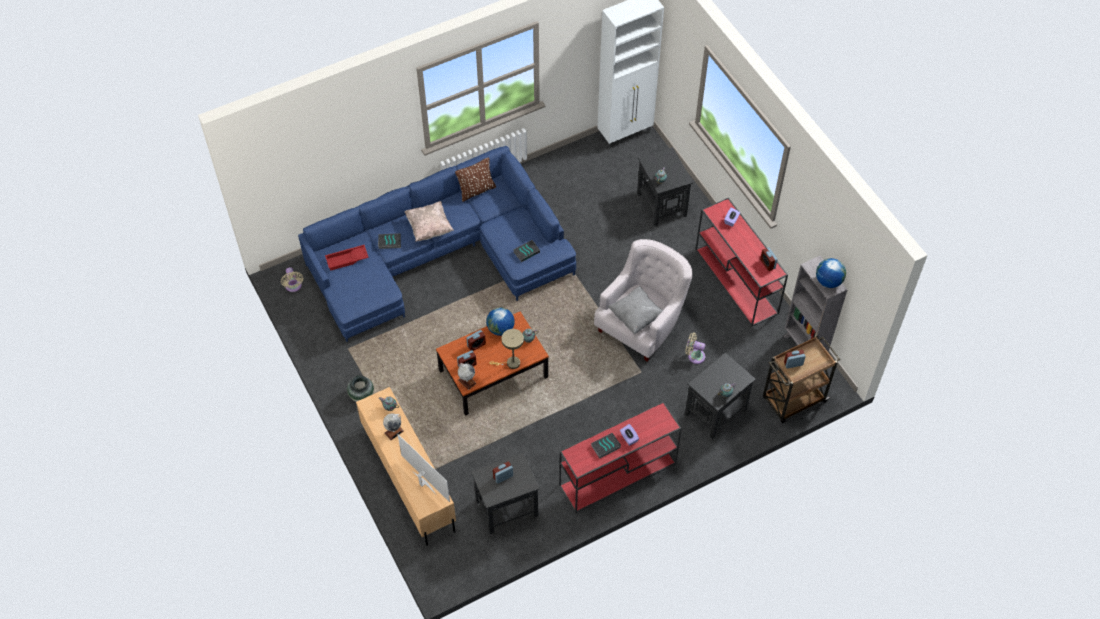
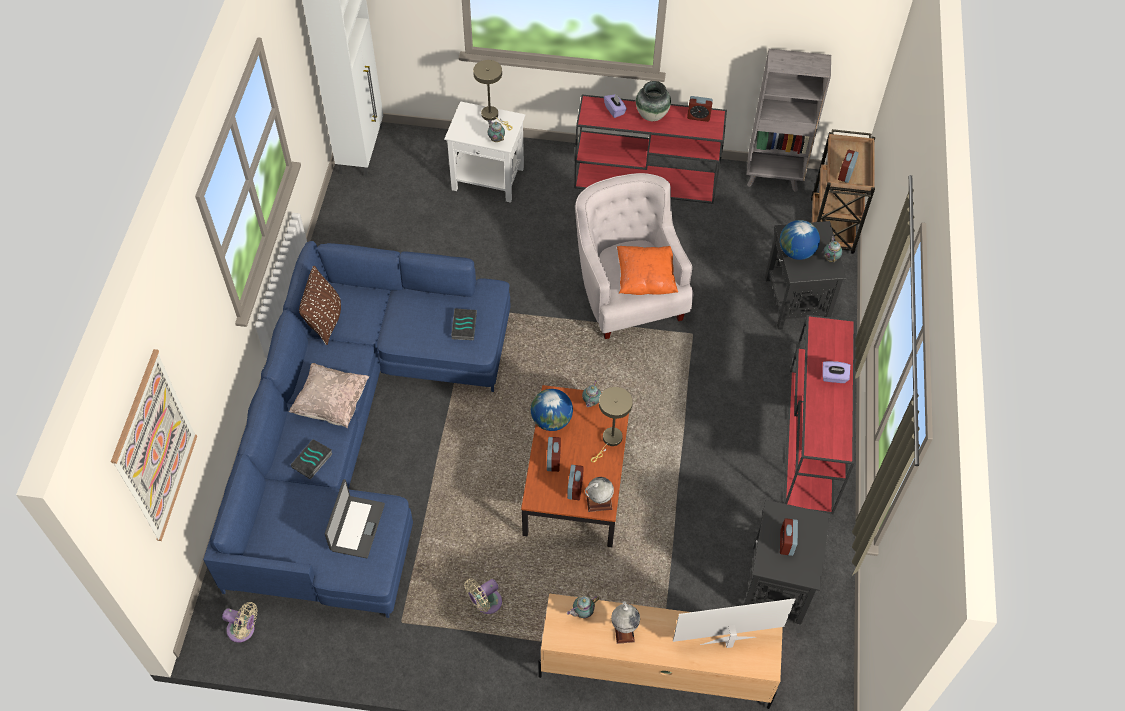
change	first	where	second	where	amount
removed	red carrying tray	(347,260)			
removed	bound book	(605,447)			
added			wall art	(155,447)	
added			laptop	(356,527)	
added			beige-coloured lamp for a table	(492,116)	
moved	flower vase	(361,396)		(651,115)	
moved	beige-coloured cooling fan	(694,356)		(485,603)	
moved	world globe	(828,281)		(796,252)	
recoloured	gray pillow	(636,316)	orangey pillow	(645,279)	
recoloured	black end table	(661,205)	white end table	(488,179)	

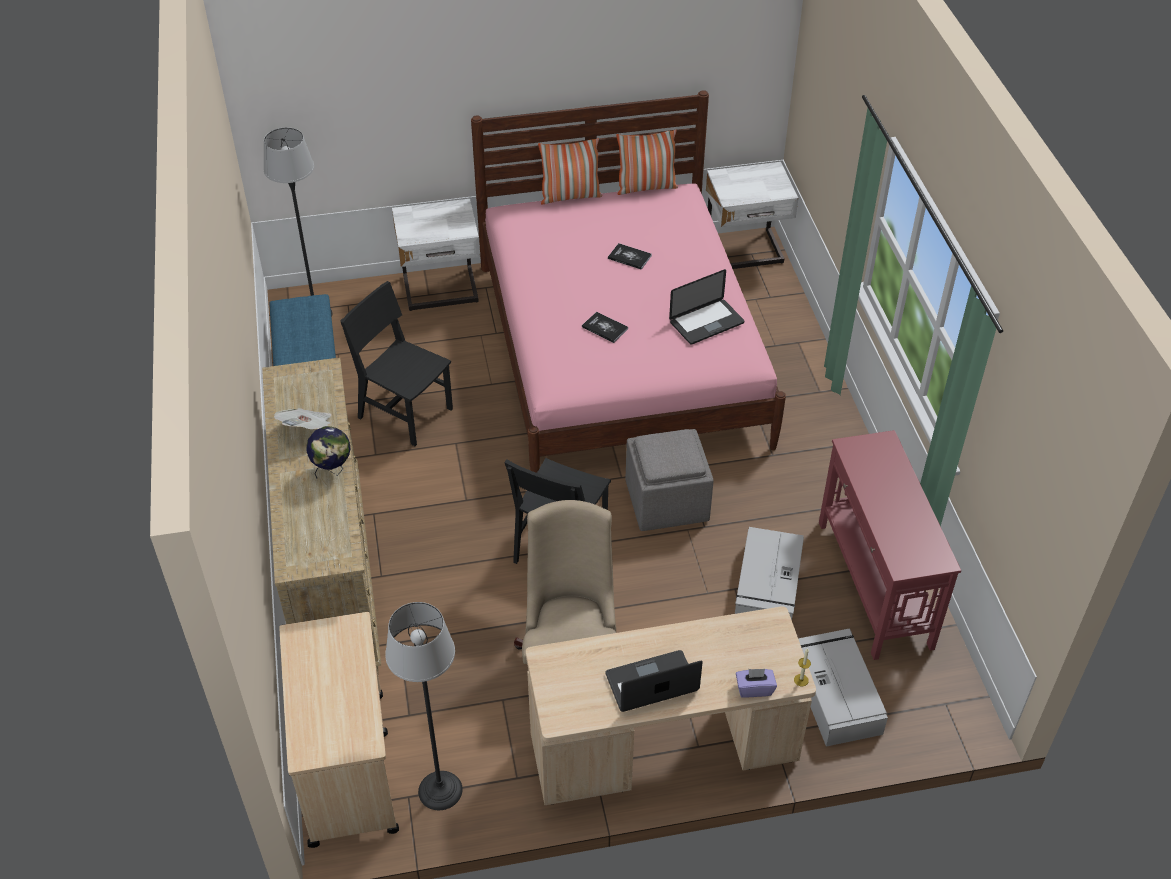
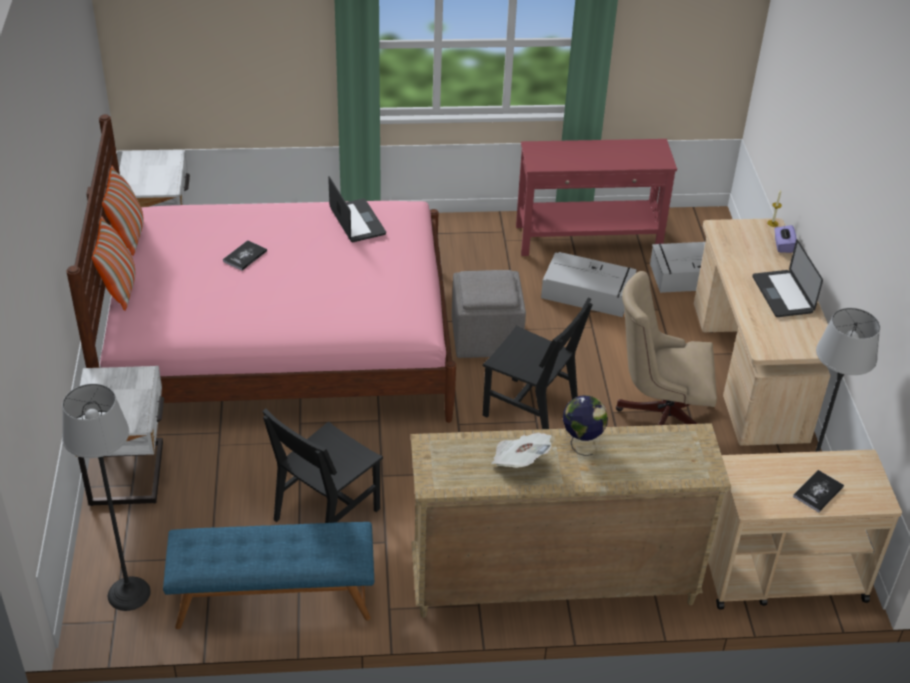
change	first	where	second	where	amount
moved	bound book	(605,328)		(818,492)	

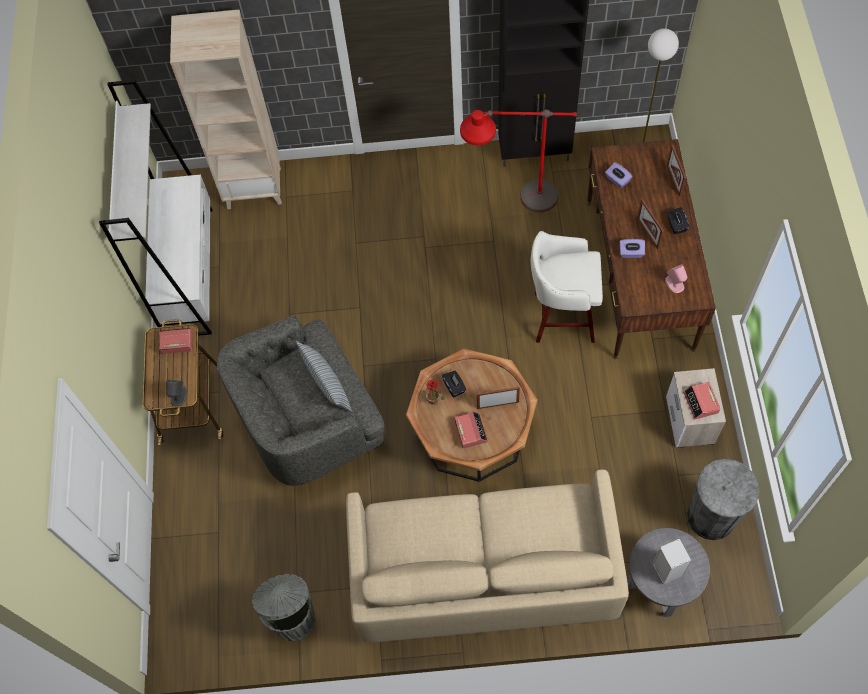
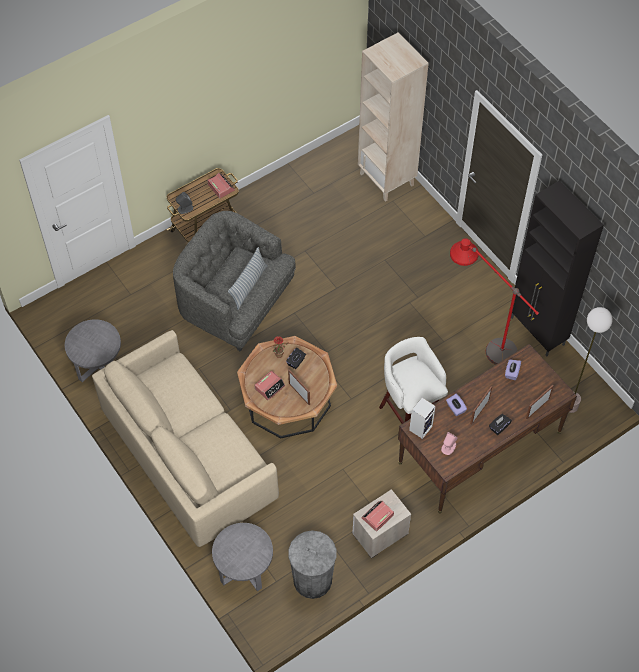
change	first	where	second	where	amount
removed	white bookcase	(189,271)			
moved	loudspeaker	(666,568)		(421,427)	
replaced	gray trash can	(293,618)	gray end table	(98,364)	

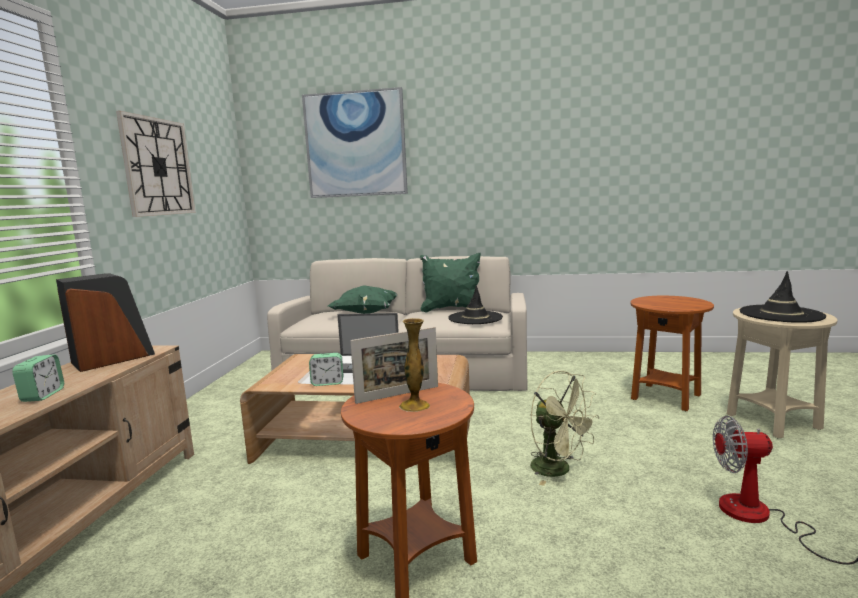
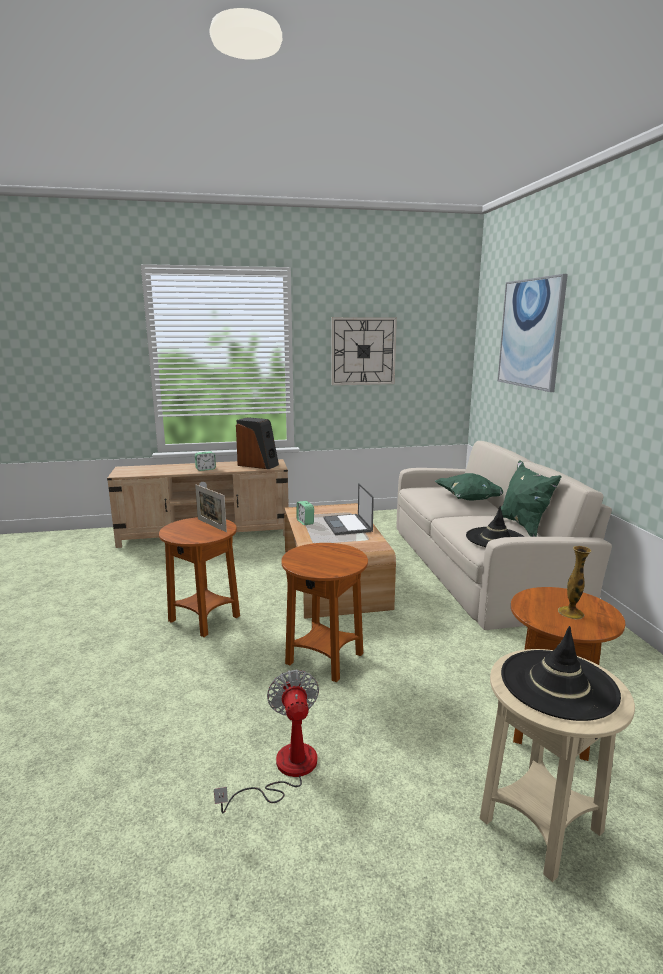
change	first	where	second	where	amount
moved	flower vase	(414,406)		(570,613)	
replaced	green cooling fan	(559,470)	brown end table	(325,659)	

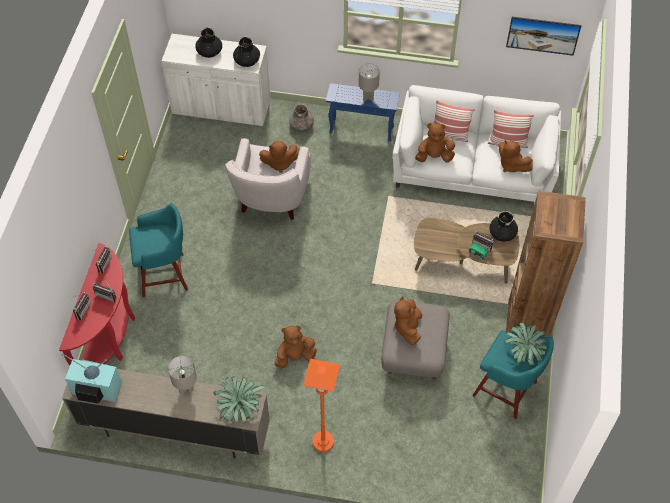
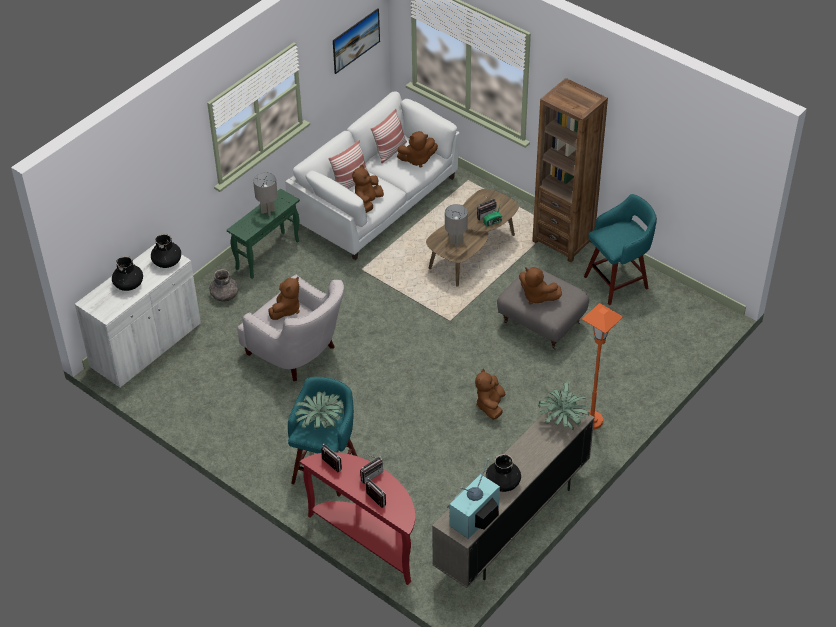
change	first	where	second	where	amount
moved	gray lamp for a table	(187,389)		(456,242)	
moved	black flower vase	(502,233)		(503,482)	
moved	plant in a pot	(525,352)		(320,423)	
recoloured	blue end table	(361,130)	green end table	(267,255)	

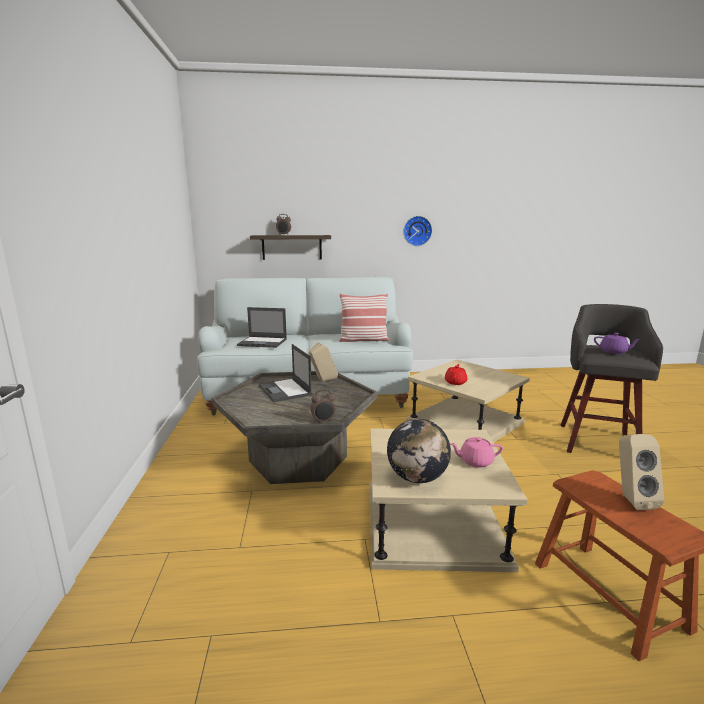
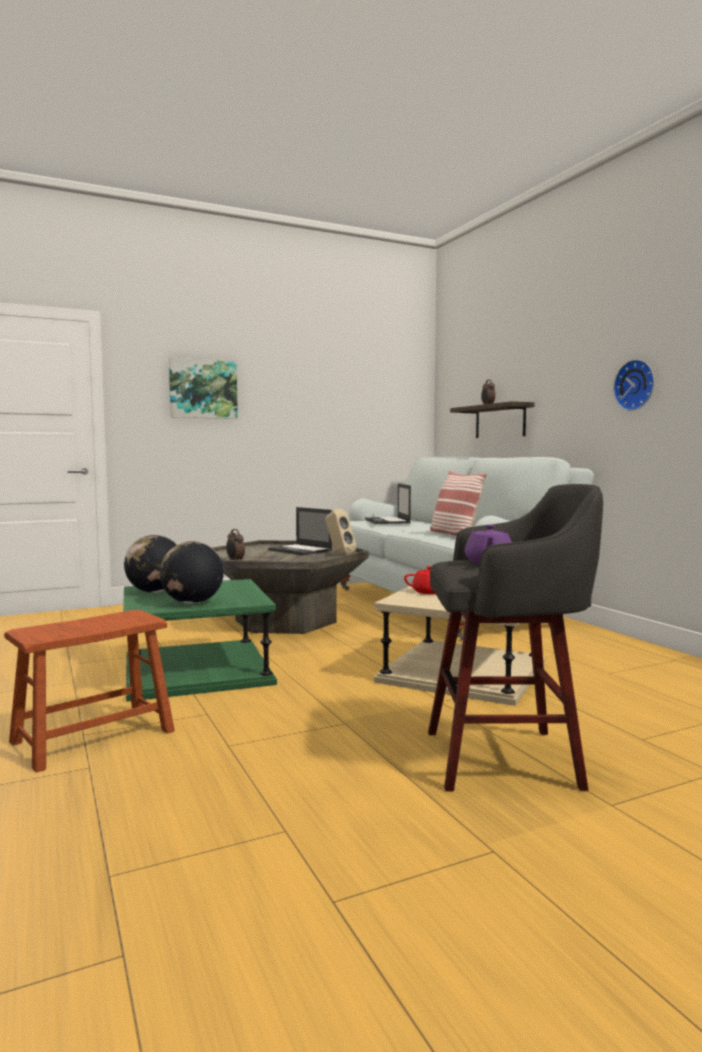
change	first	where	second	where	amount
removed	beige-coloured loudspeaker	(630,500)			
added			wall art	(203,389)	
replaced	pink-coloured teapot	(475,461)	world globe	(192,602)	
recoloured	beige-coloured end table	(433,523)	green end table	(196,670)	
turned	laptop	(285,390)		(301,550)	90 degrees counterclockwise

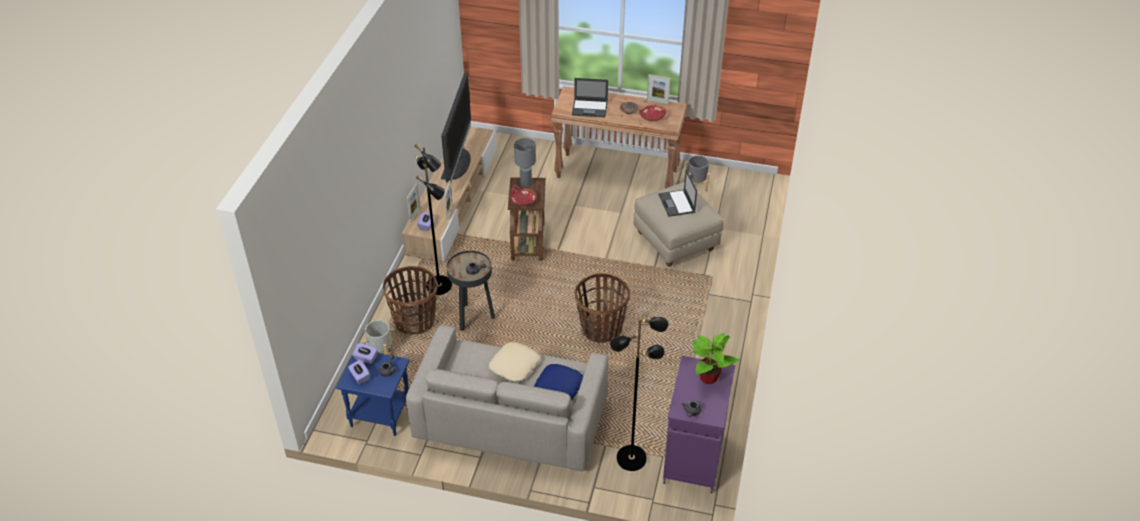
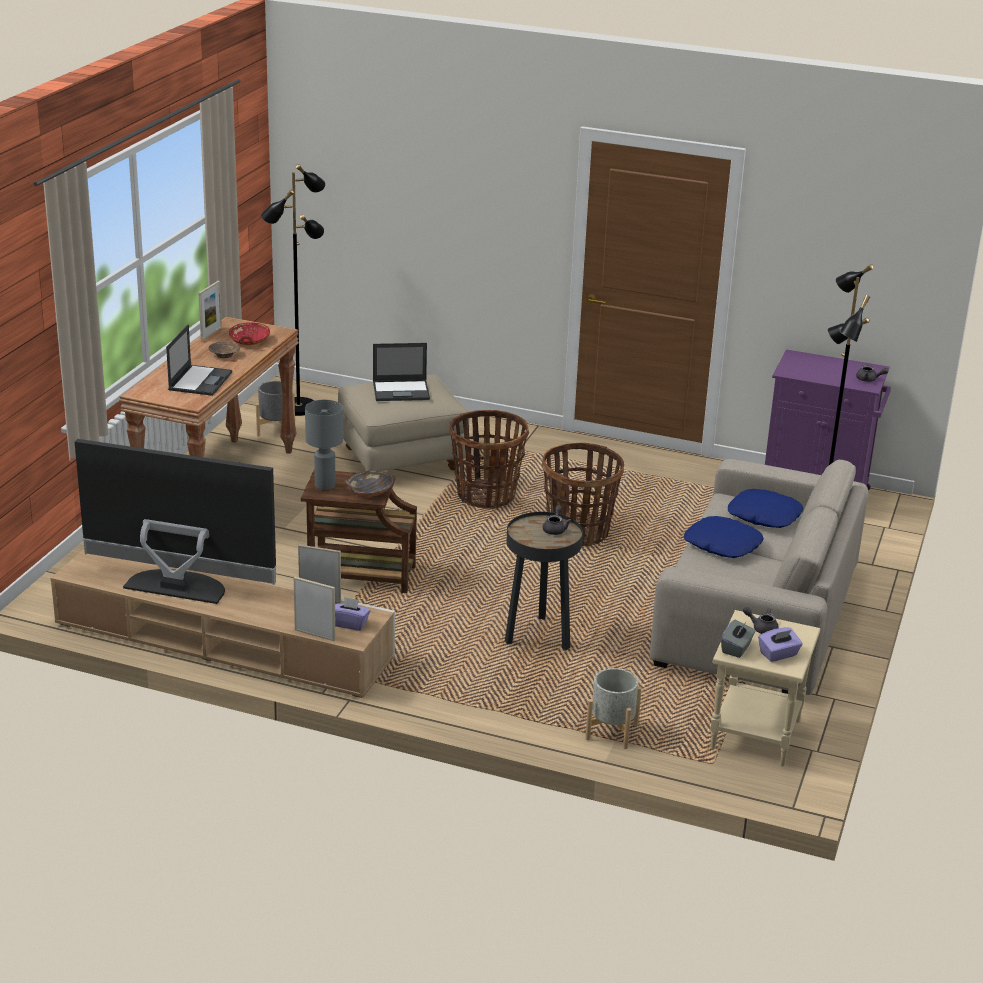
change	first	where	second	where	amount
removed	plant in a pot	(708,377)			
moved	basket	(415,321)		(486,495)	
moved	black standing lamp	(440,286)		(298,407)	
recoloured	blue end table	(379,415)	beige-coloured end table	(756,736)	
recoloured	purplish tissue box	(365,358)	gray tissue box	(736,648)	
recoloured	beige-coloured pillow	(514,365)	blue pillow	(722,545)	
recoloured	red serving bowl	(522,200)	gray serving bowl	(368,491)	

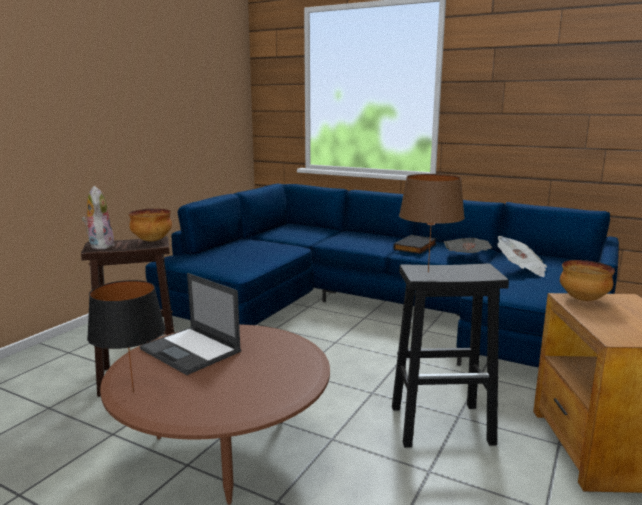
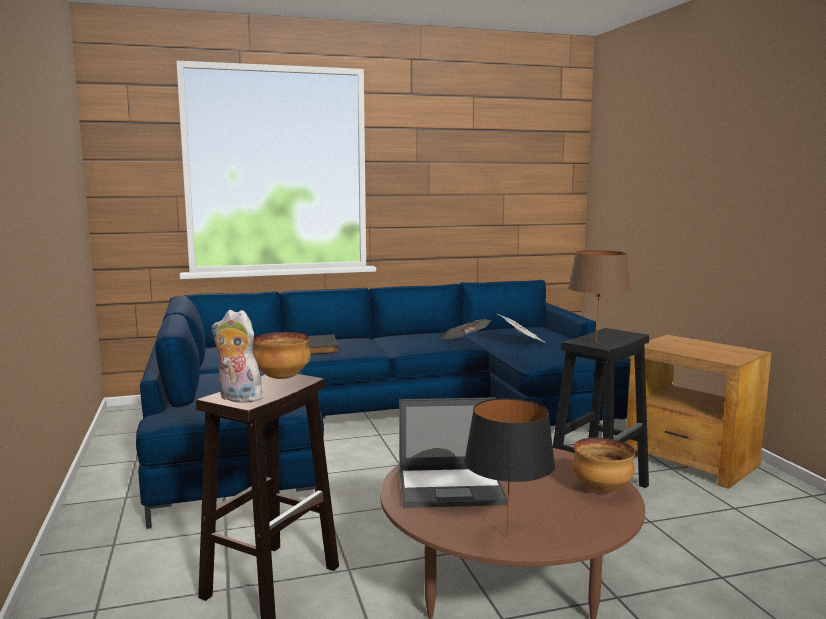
change	first	where	second	where	amount
moved	black bound book	(416,247)		(321,348)	
moved	serving bowl	(583,299)		(601,489)	

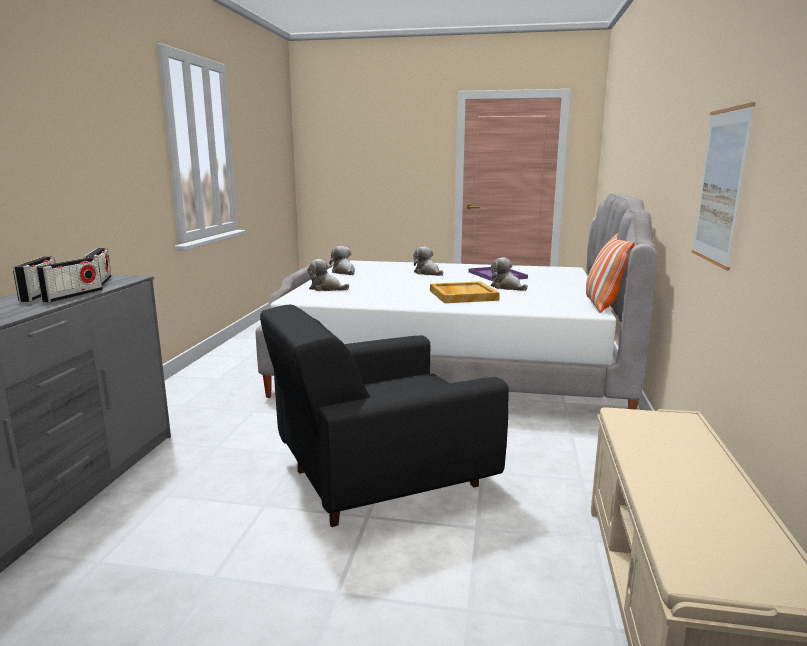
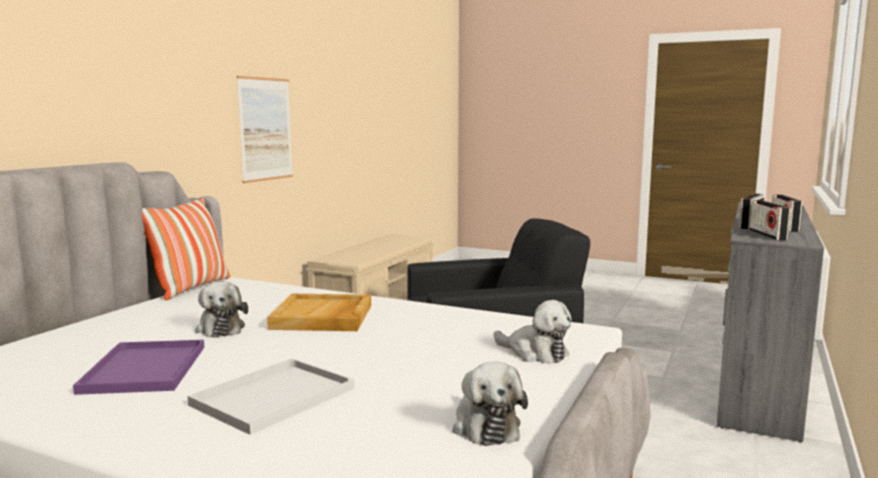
change	first	where	second	where	amount
replaced	soft toy	(428,273)	white carrying tray	(275,395)	

